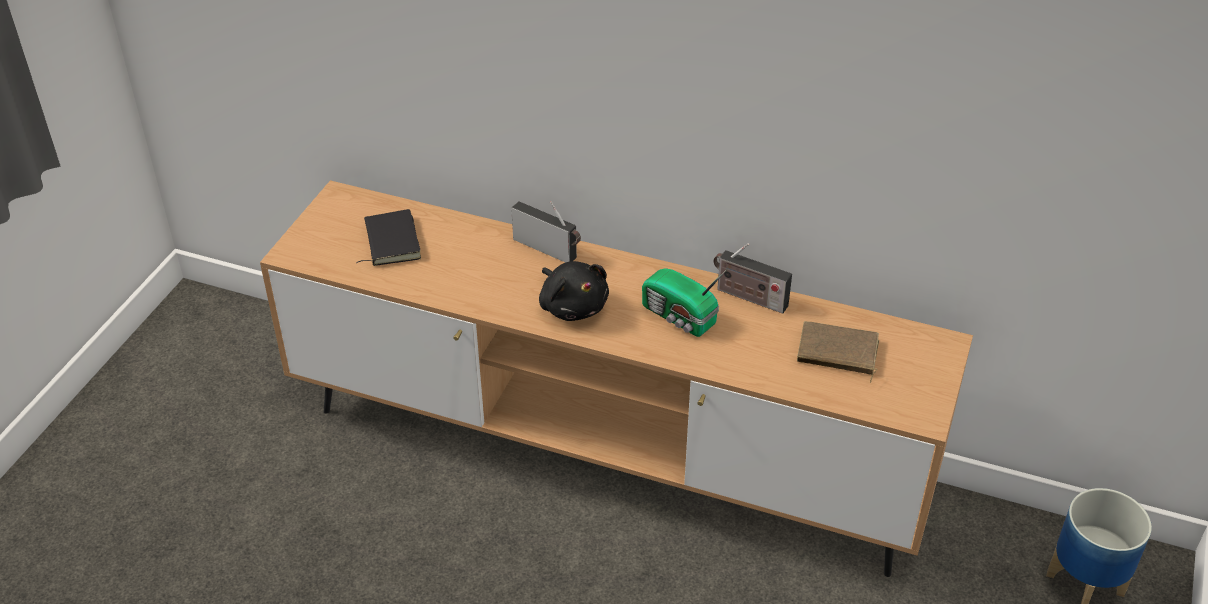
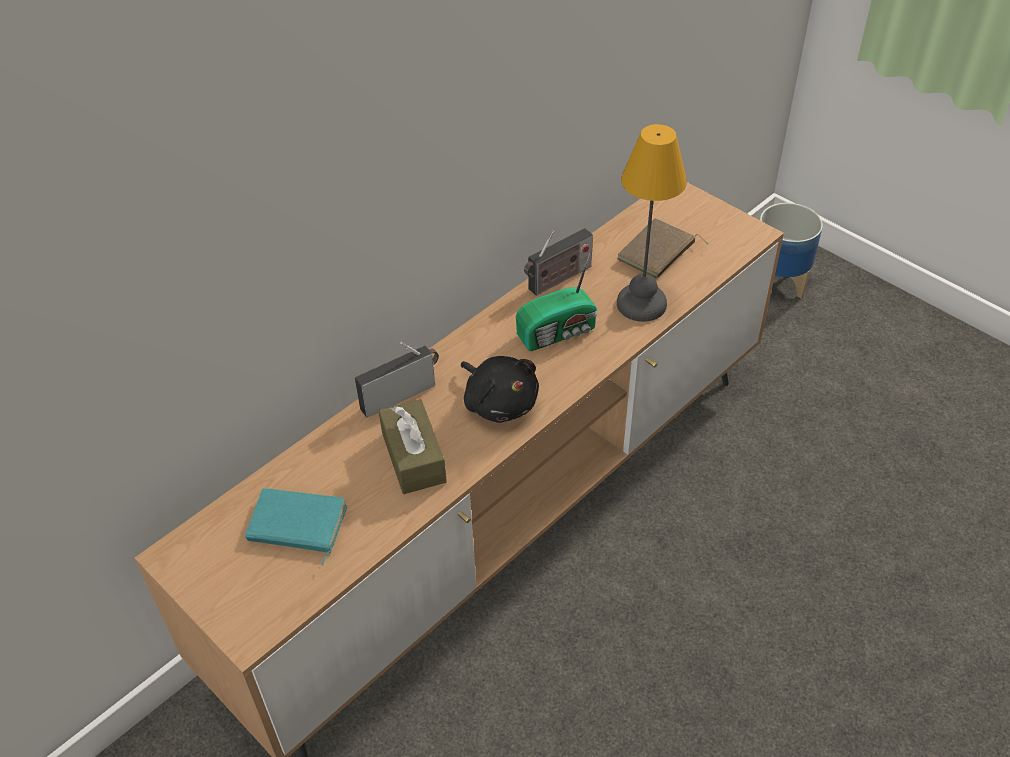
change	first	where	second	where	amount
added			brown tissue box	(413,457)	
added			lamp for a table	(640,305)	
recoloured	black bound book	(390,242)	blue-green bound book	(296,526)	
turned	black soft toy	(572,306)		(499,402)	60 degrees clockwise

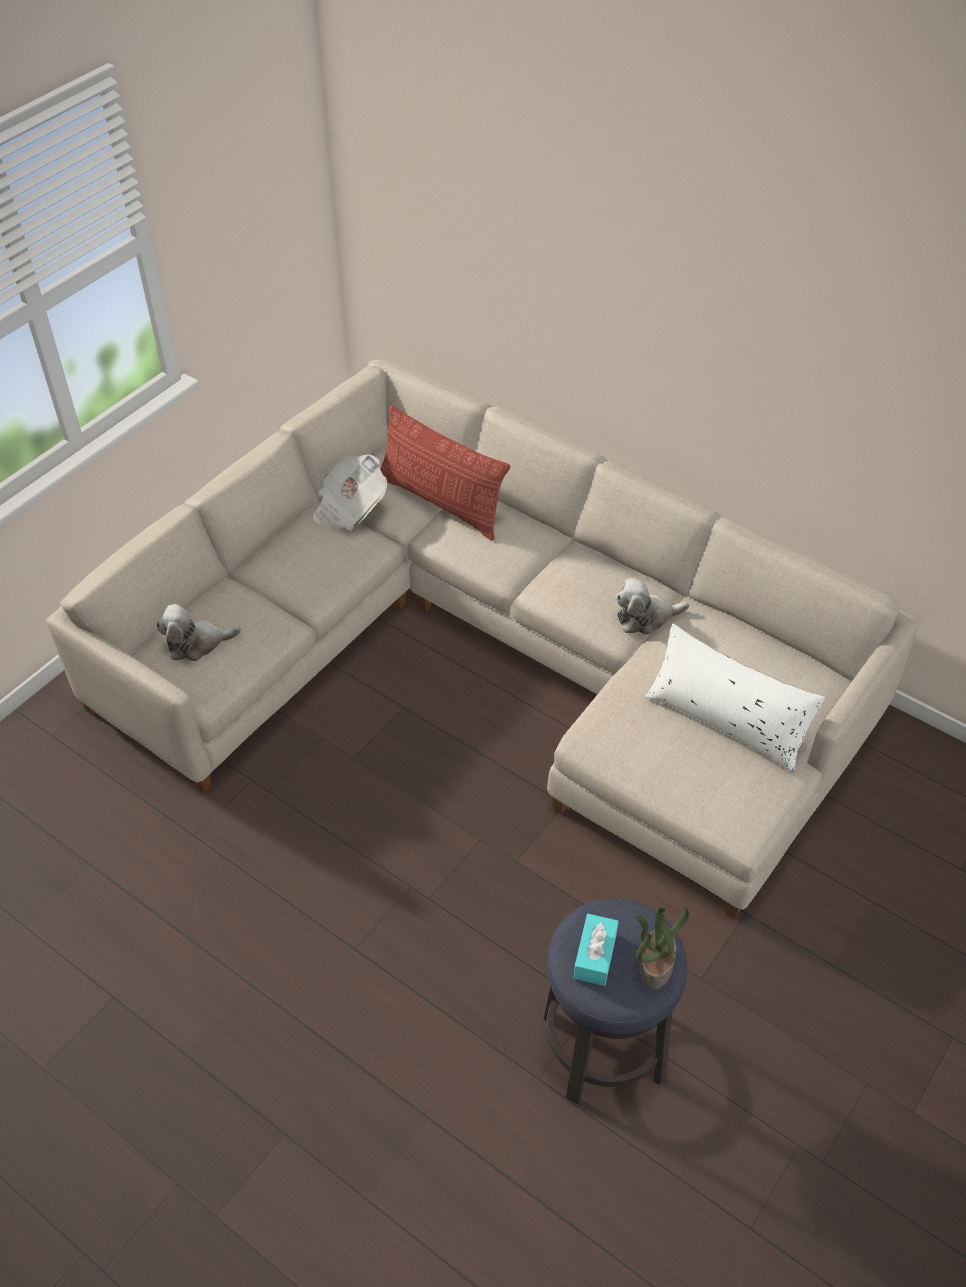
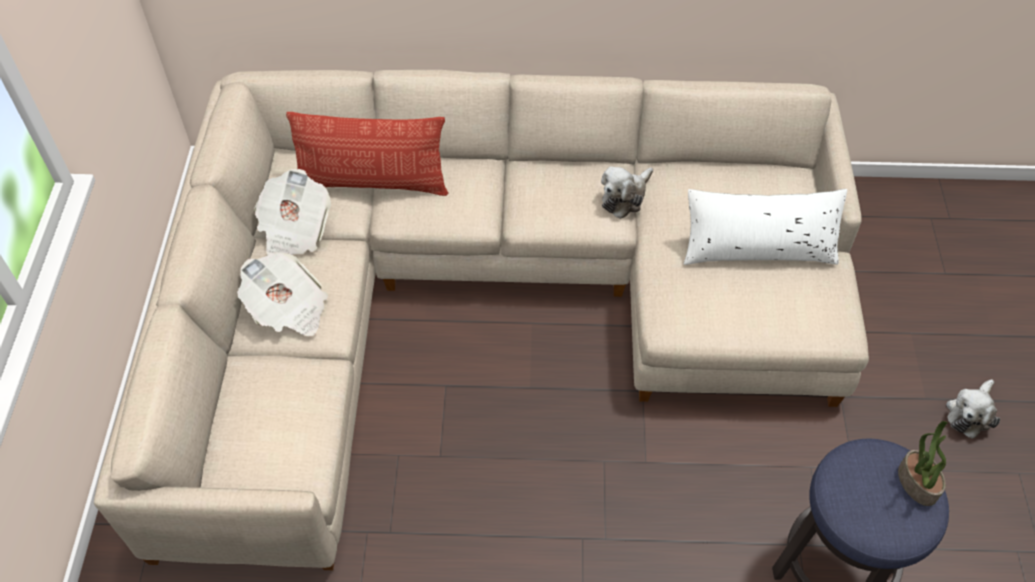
change	first	where	second	where	amount
removed	blue-green tissue box	(595,955)			
added			daily paper	(288,309)	
moved	soft toy	(197,643)		(970,413)	

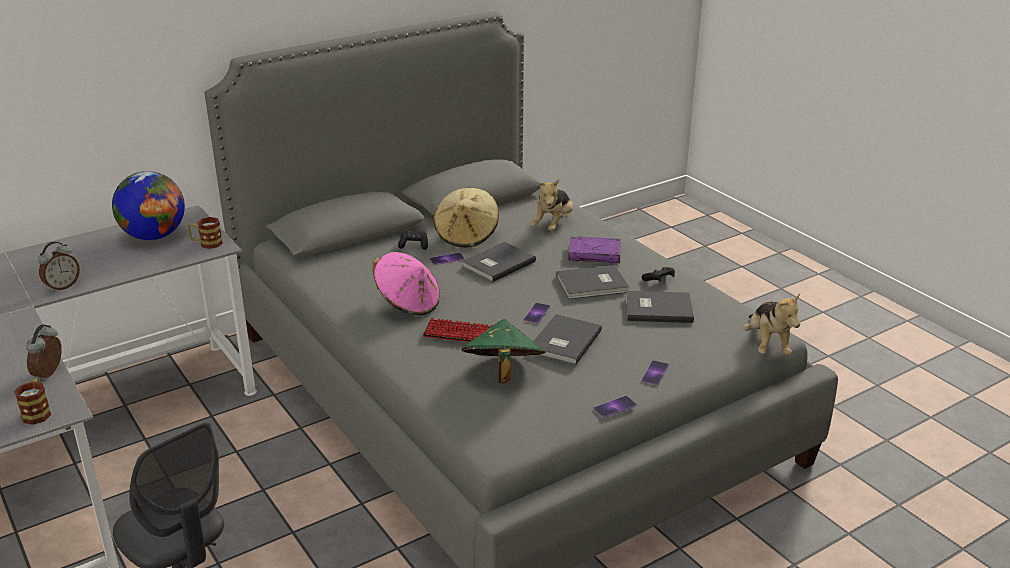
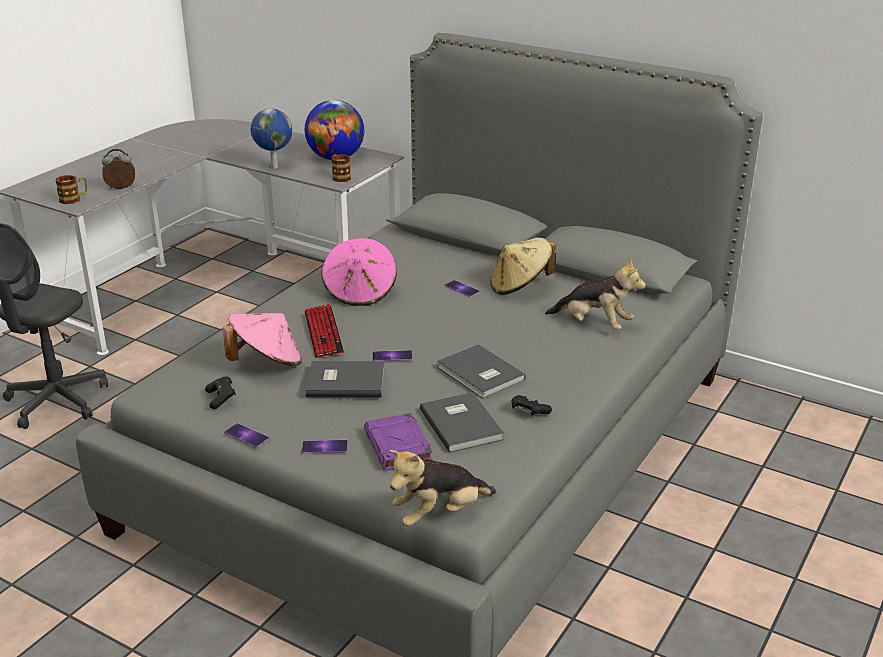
change	first	where	second	where	amount
removed	bedside clock	(62,286)			
removed	gray bound book	(496,264)			
added			world globe	(273,167)	
moved	black gamepad	(414,245)		(221,398)	
moved	purplish bound book	(595,254)		(398,447)	
recoloured	green clothing hat	(502,373)	pink-coloured clothing hat	(266,362)	
turned	soft toy	(553,225)		(594,324)	150 degrees counterclockwise

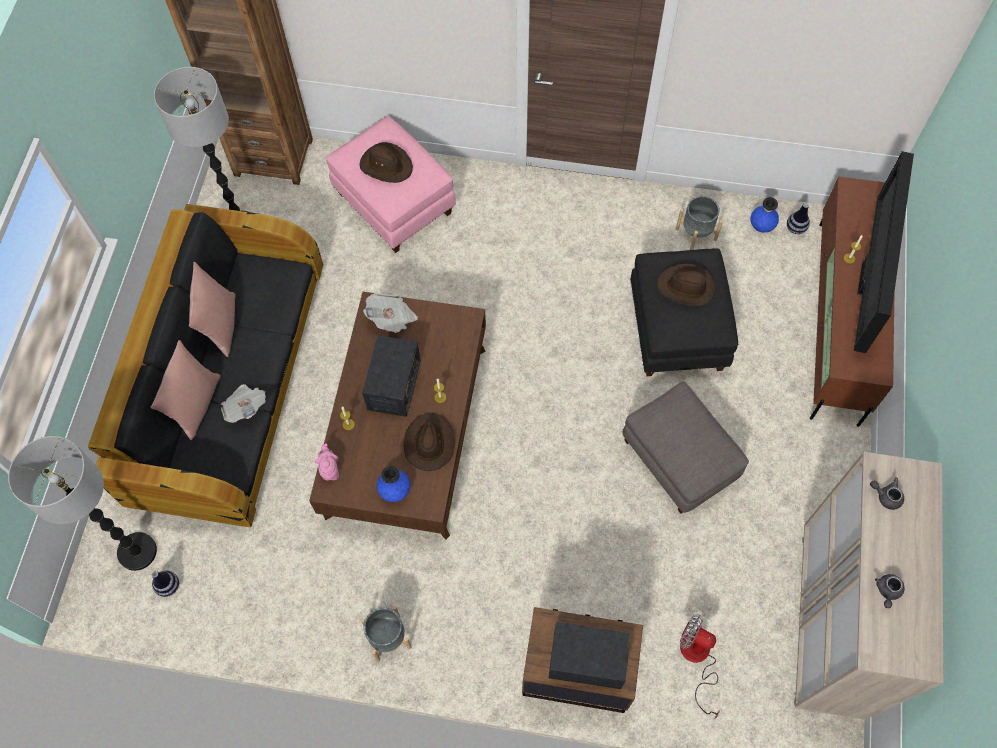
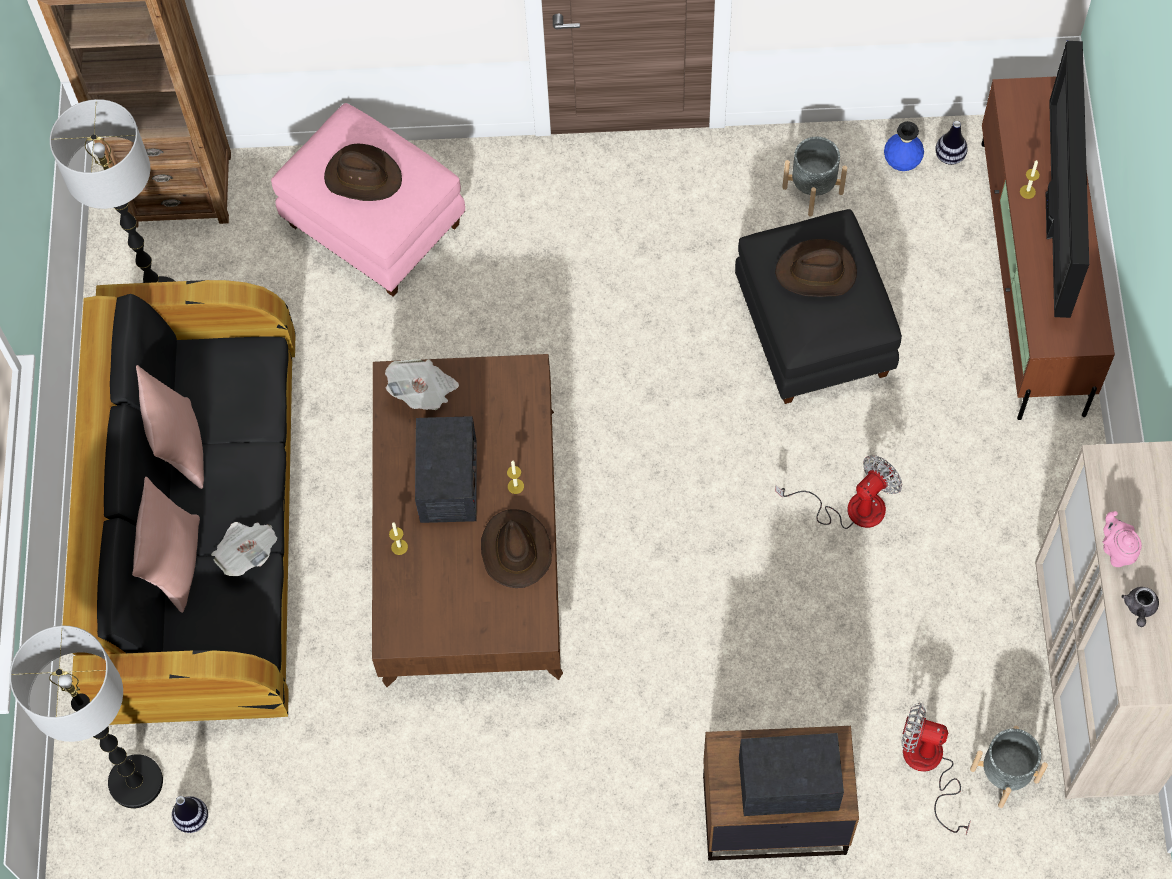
change	first	where	second	where	amount
removed	blue flower vase	(395,491)			
removed	gray teapot	(886,496)			
moved	pink-coloured teapot	(330,469)		(1117,550)	
moved	gray planter	(388,638)		(1004,775)	
replaced	gray ottoman	(678,459)	cooling fan	(851,508)	

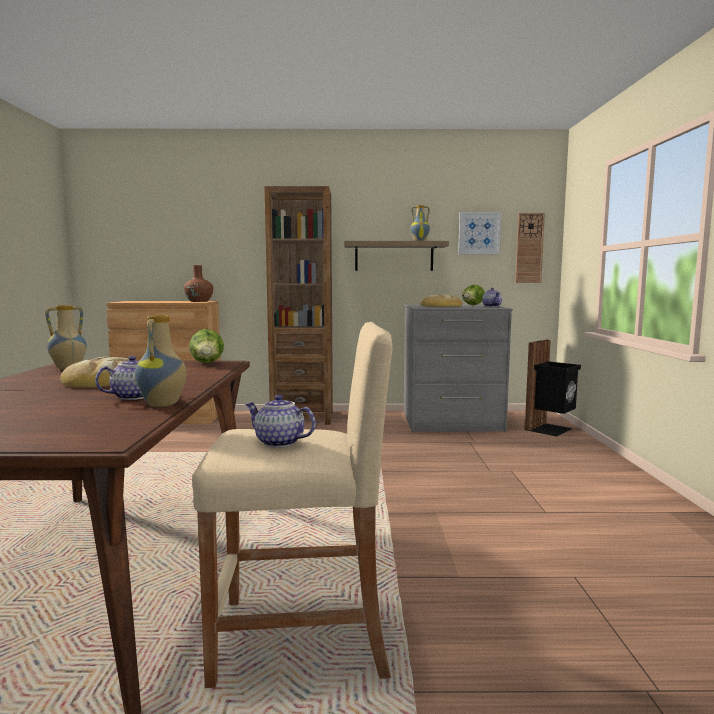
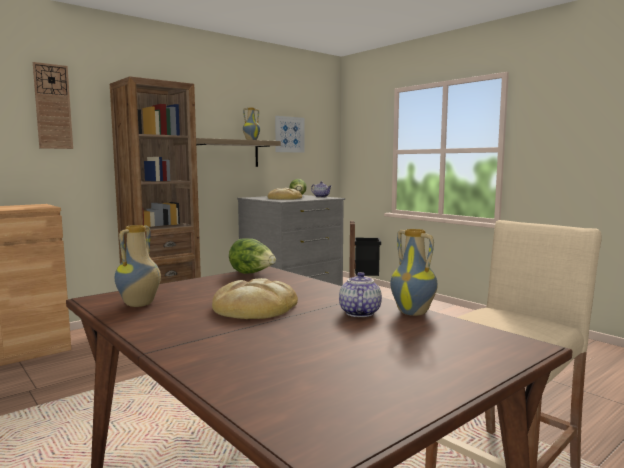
change	first	where	second	where	amount
removed	brown flower vase	(199,301)			
removed	teapot	(278,443)			
moved	clock on the wall	(529,248)		(53,107)	

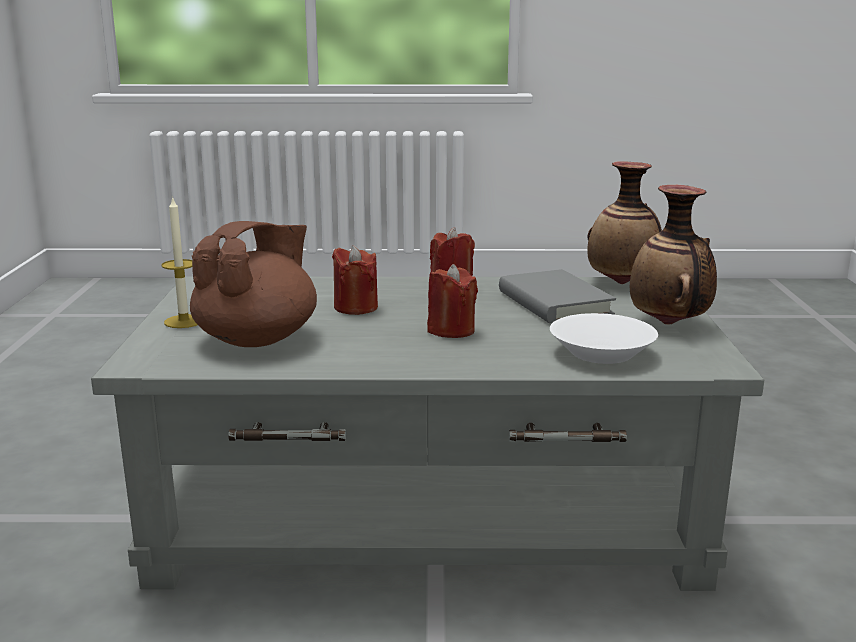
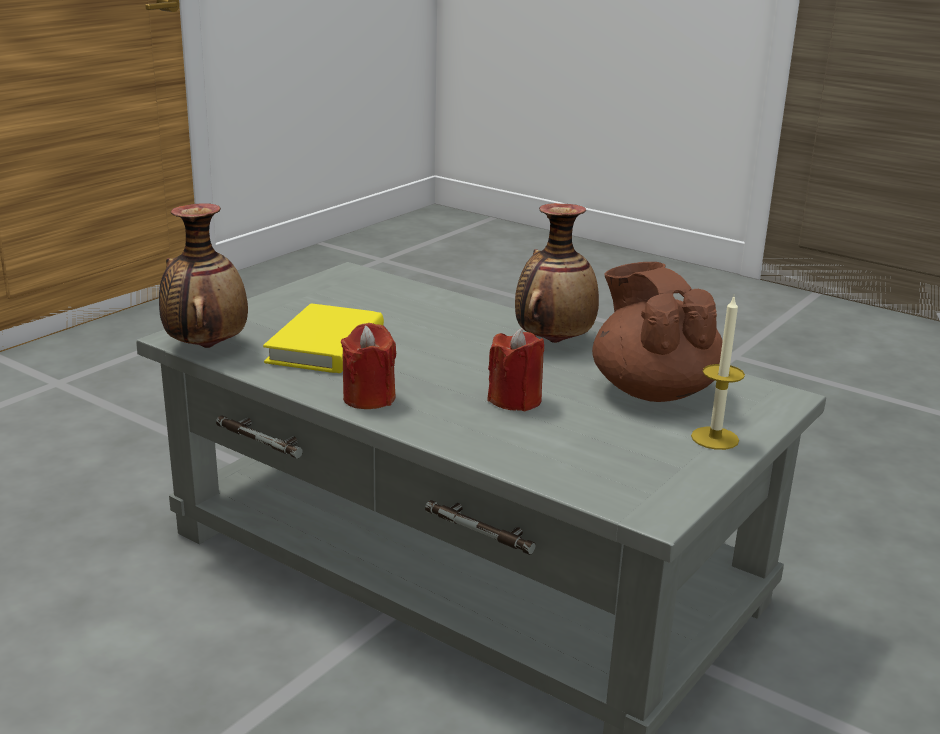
change	first	where	second	where	amount
removed	red wax light	(451,330)			
removed	white serving bowl	(602,353)			
moved	flower vase	(669,323)		(553,341)	
recoloured	gray bound book	(554,303)	yellow-coloured bound book	(326,346)	
turned	brown teapot	(258,339)		(653,390)	90 degrees clockwise

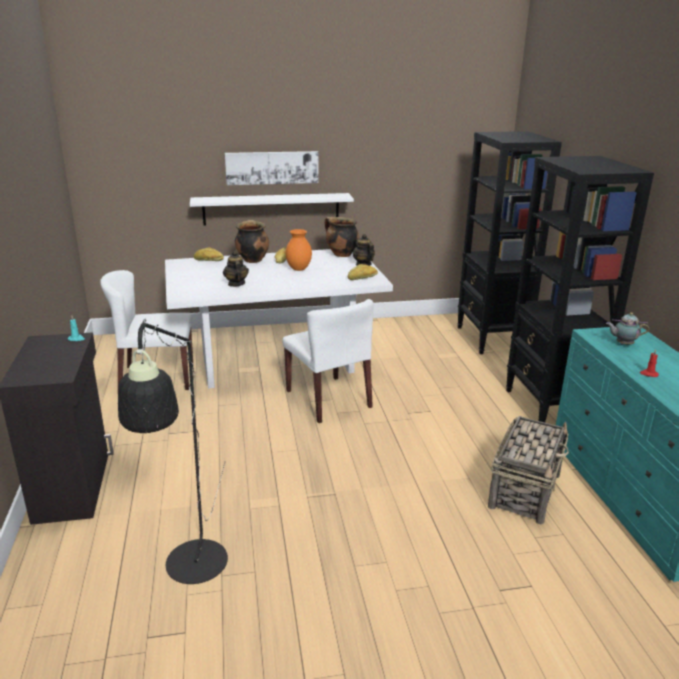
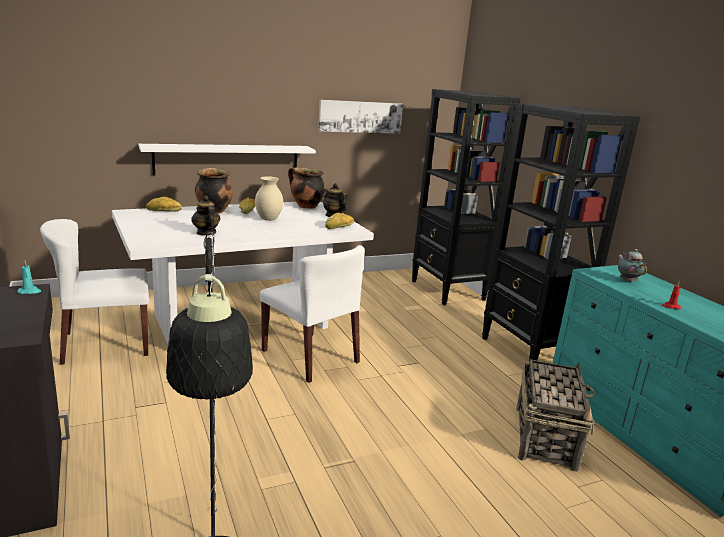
change	first	where	second	where	amount
moved	wall art	(272,167)		(360,117)	
recoloured	orangey flower vase	(299,269)	beige-coloured flower vase	(269,219)	
turned	teapot	(623,344)		(627,281)	75 degrees clockwise

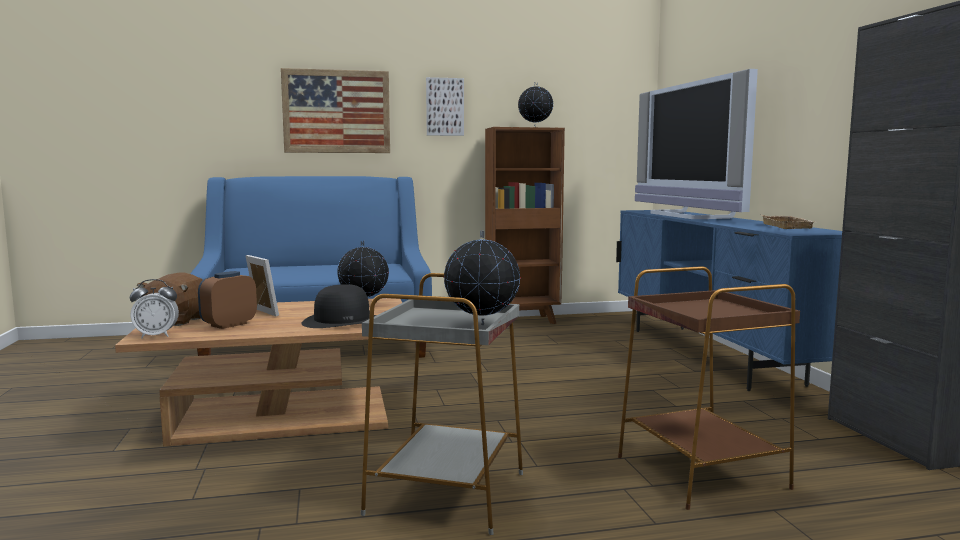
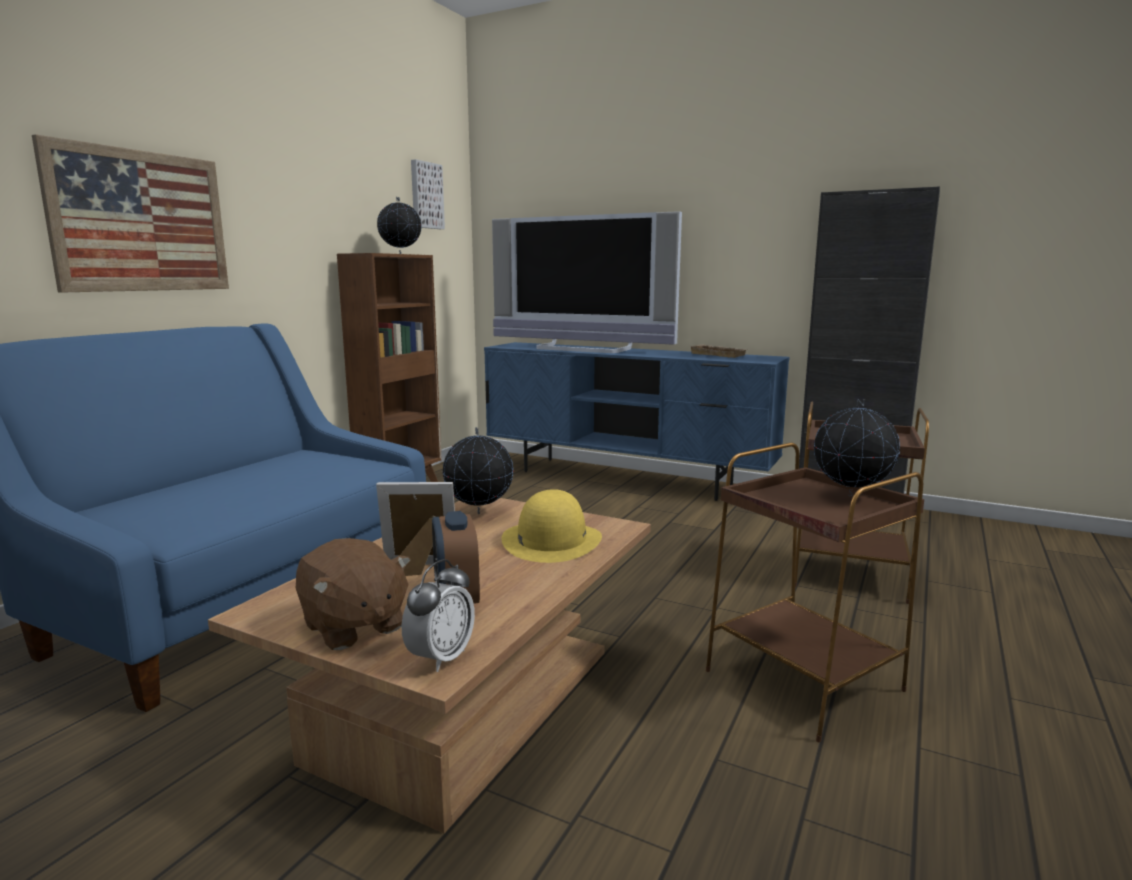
change	first	where	second	where	amount
moved	wall art	(444,107)		(425,195)	
recoloured	black clothing hat	(342,321)	yellow-coloured clothing hat	(551,540)	
recoloured	gray end table	(445,494)	brown end table	(804,681)	

